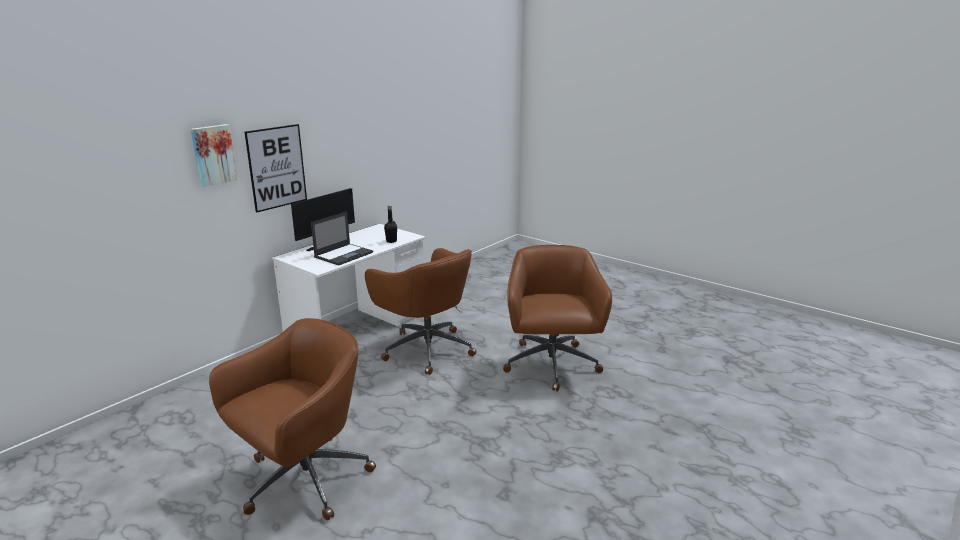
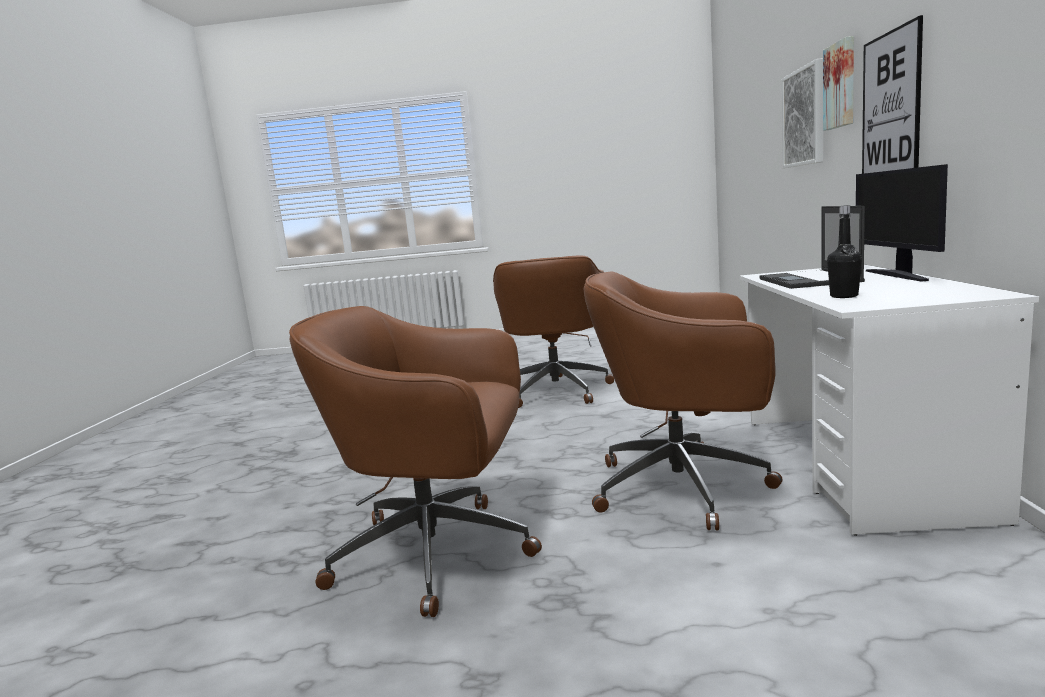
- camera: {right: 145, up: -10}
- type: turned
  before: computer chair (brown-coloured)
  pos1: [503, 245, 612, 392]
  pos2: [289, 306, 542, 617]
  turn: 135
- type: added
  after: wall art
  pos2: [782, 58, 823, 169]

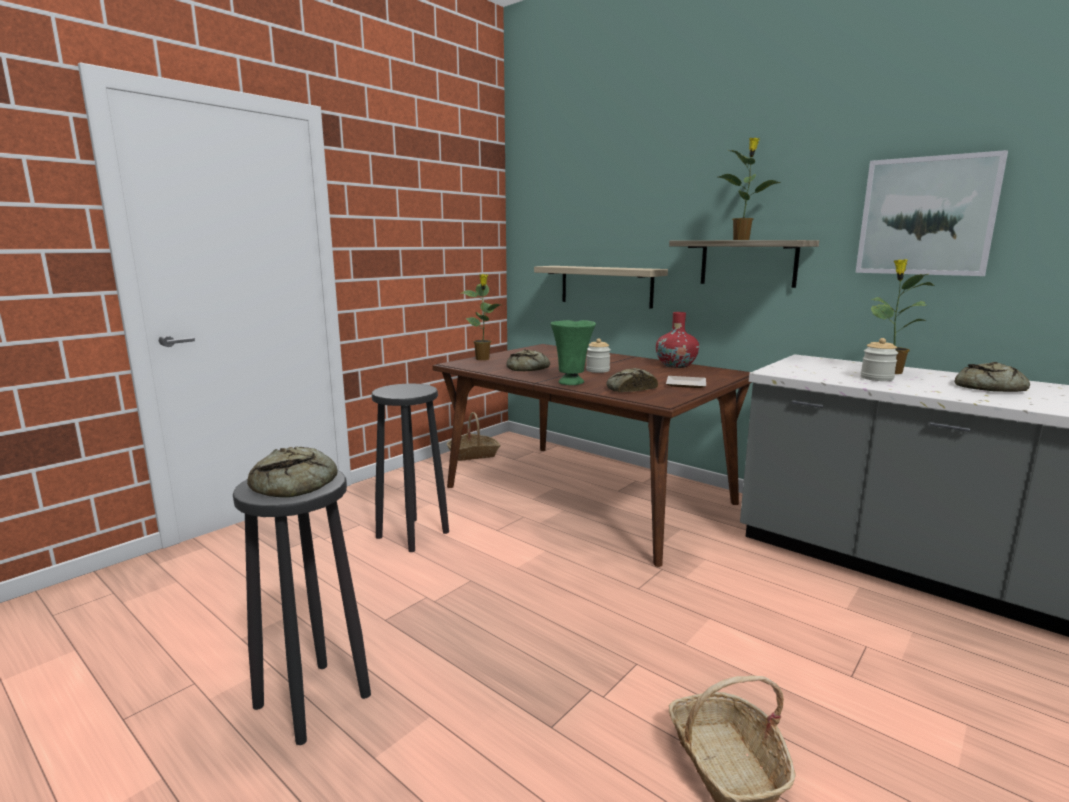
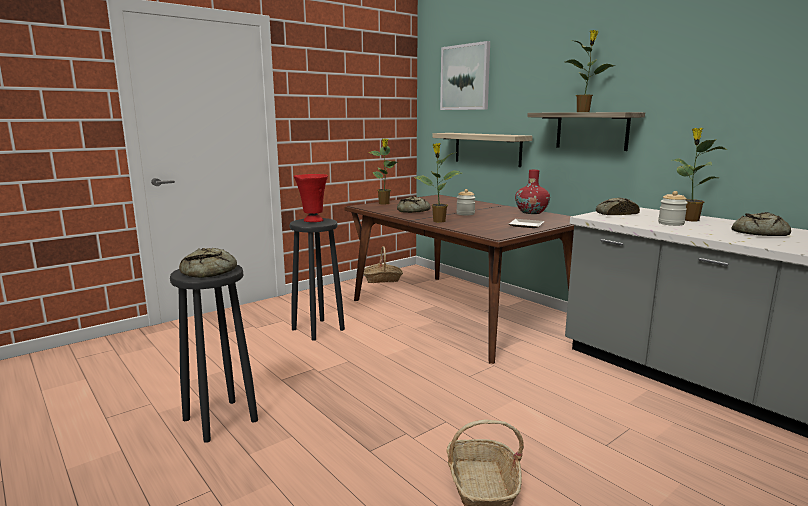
- camera: {right: 10, up: 0}
- type: moved
  before: wall art
  pos1: [855, 150, 1008, 276]
  pos2: [440, 41, 490, 110]
- type: replaced
  before: vase (greenish)
  after: plant in a pot
  pos1: [550, 320, 596, 385]
  pos2: [413, 143, 462, 223]
- type: moved
  before: baked bread
  pos1: [606, 368, 658, 392]
  pos2: [596, 198, 640, 215]
- type: added
  after: vase (red-coloured)
  pos2: [294, 174, 328, 222]

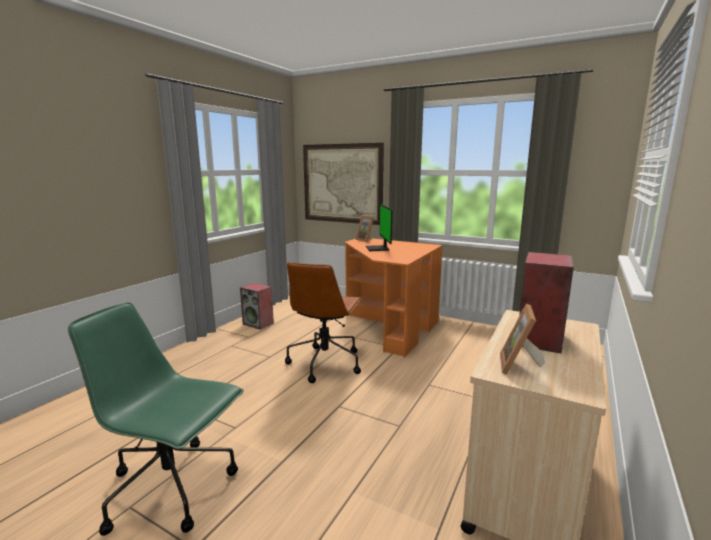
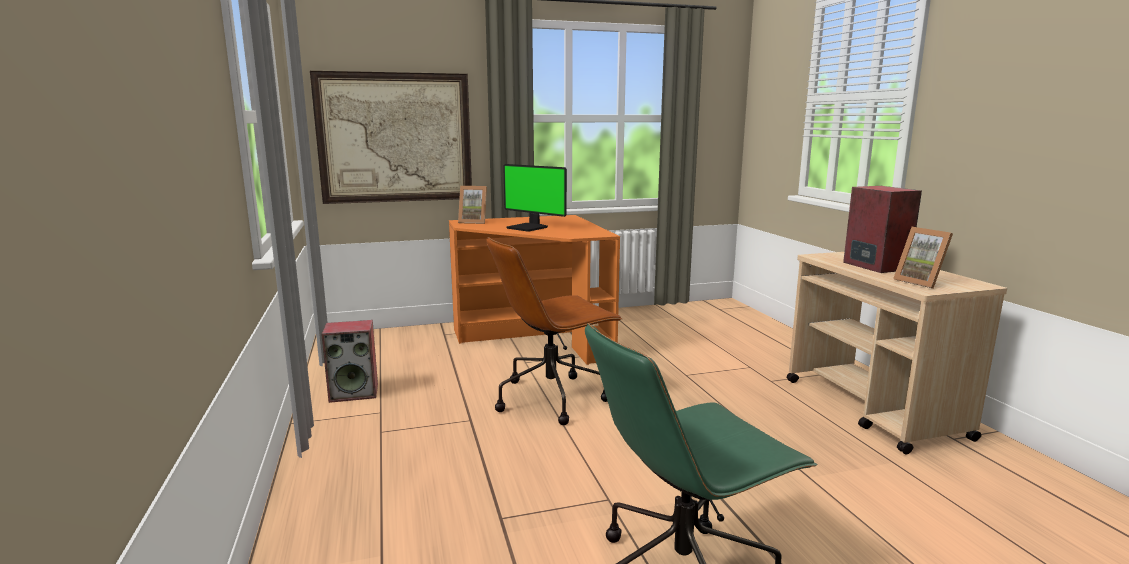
- camera: {right: -45, up: 0}
- type: turned
  before: computer chair (brown-coloured)
  pos1: [285, 262, 362, 383]
  pos2: [486, 237, 623, 425]
  turn: 90

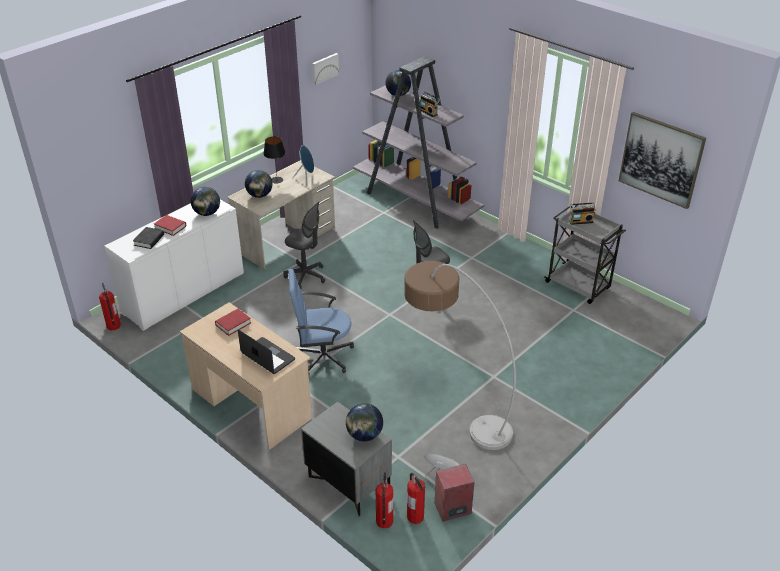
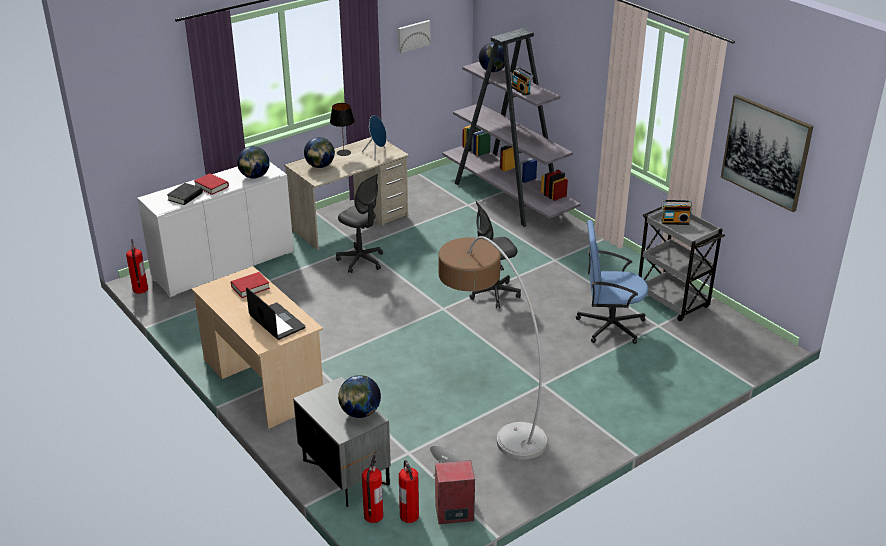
- camera: {right: 10, up: -5}
- type: moved
  before: computer chair (bluish)
  pos1: [288, 269, 354, 374]
  pos2: [576, 220, 648, 344]

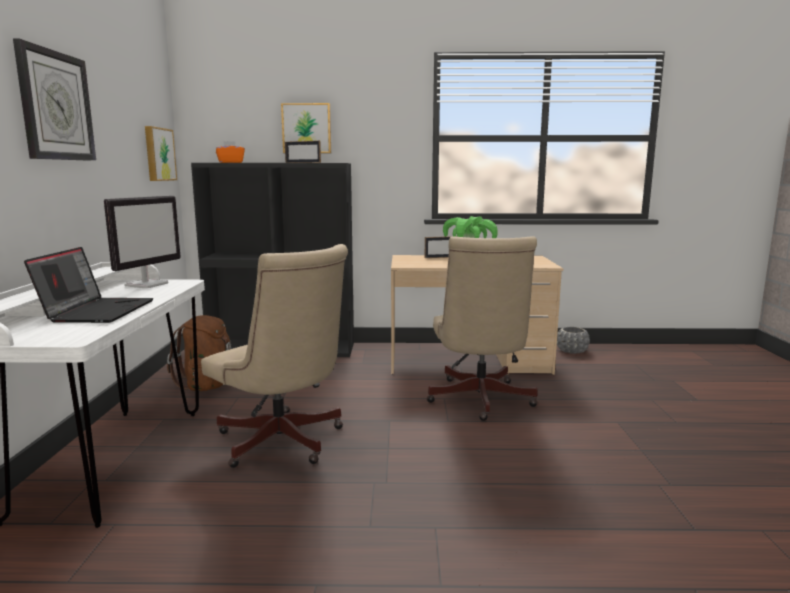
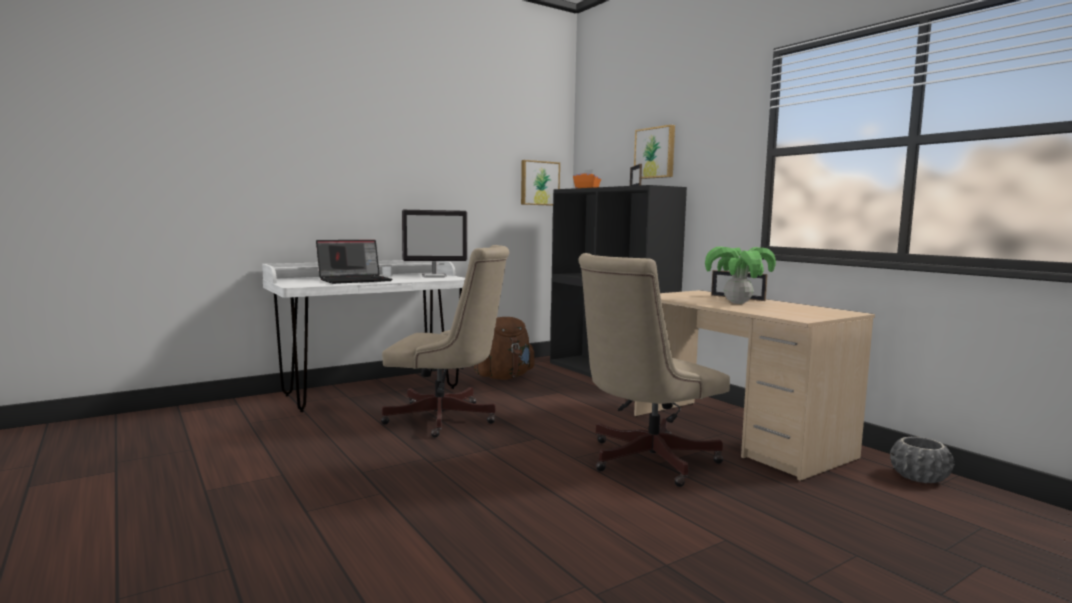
- camera: {right: 55, up: -5}
- type: removed
  before: clock on the wall
  pos1: [13, 39, 96, 161]
- type: turned
  before: computer chair (beige-coloured)
  pos1: [201, 244, 348, 468]
  pos2: [381, 245, 509, 438]
  turn: -90

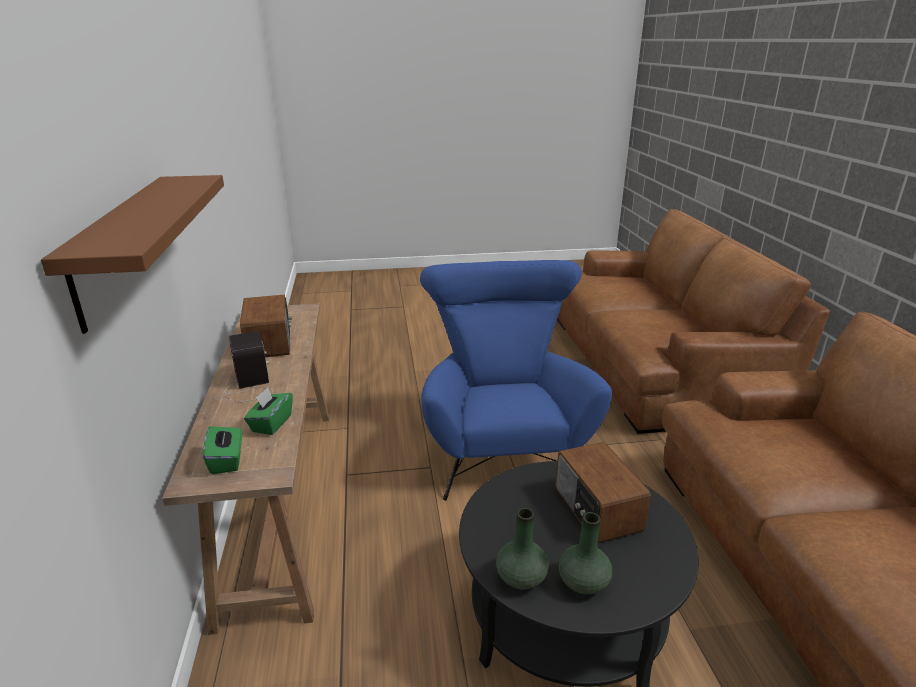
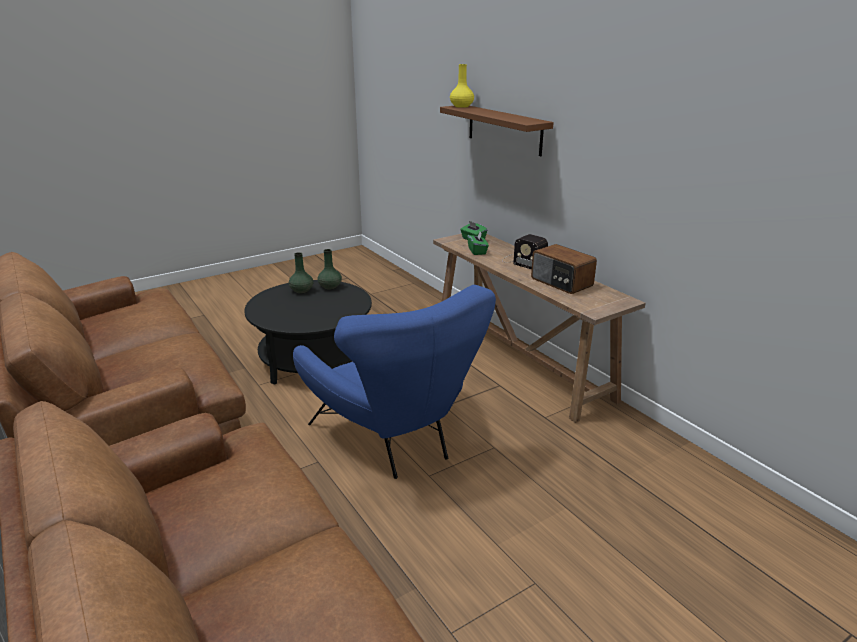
- camera: {right: 155, up: 0}
- type: removed
  before: radio receiver
  pos1: [555, 442, 651, 543]
- type: added
  after: vase (yellowish)
  pos2: [450, 64, 474, 108]

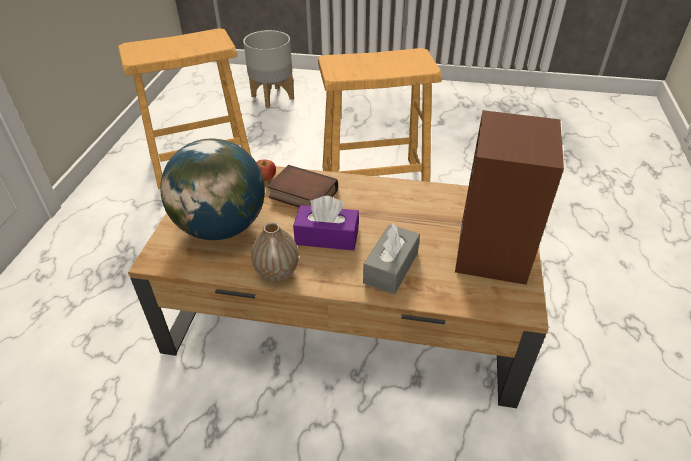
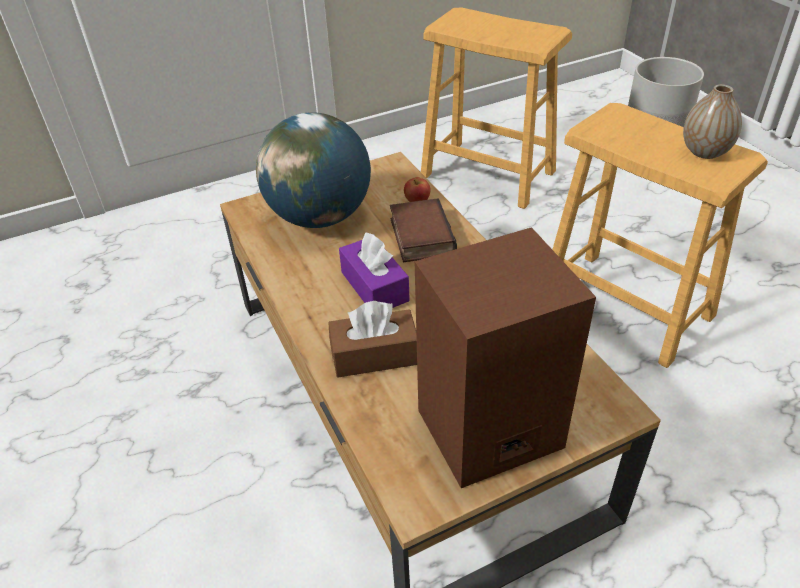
- camera: {right: 55, up: 0}
- type: moved
  before: vase
  pos1: [251, 222, 299, 281]
  pos2: [683, 84, 742, 159]
- type: recoloured
  before: tissue box (grey)
  after: tissue box (brown-coloured)
  pos1: [363, 223, 420, 294]
  pos2: [328, 301, 417, 377]

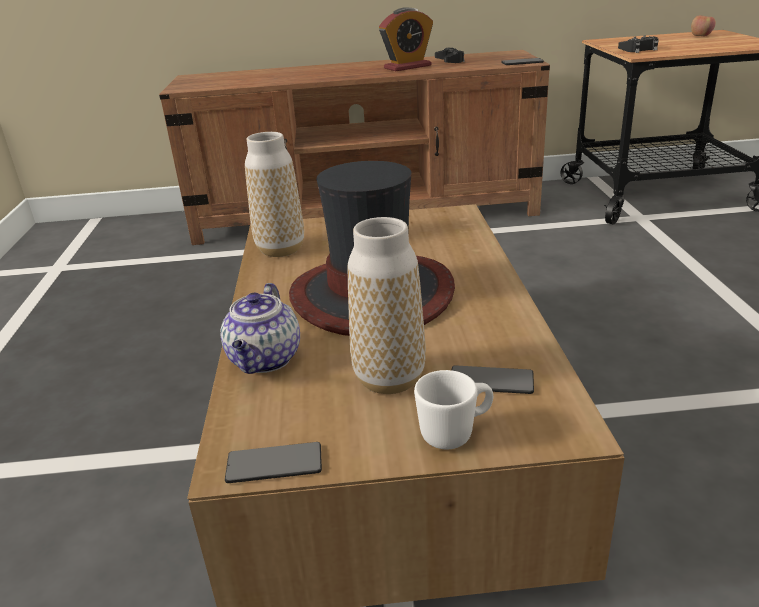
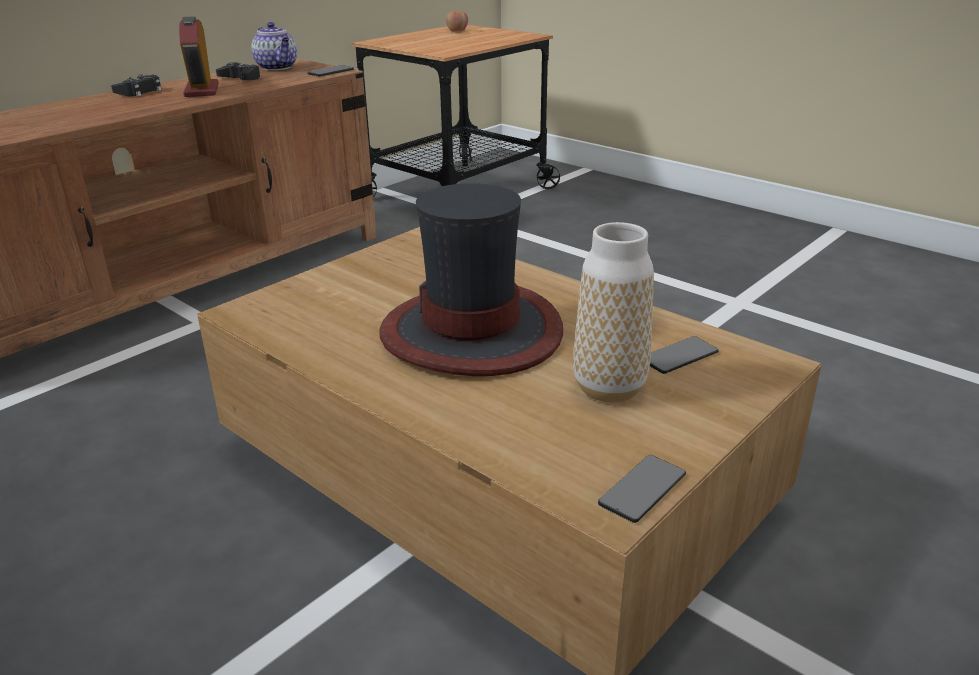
- camera: {right: -45, up: 0}
- type: turned
  before: alarm clock
  pos1: [379, 7, 433, 71]
  pos2: [179, 16, 219, 97]
  turn: 150
- type: moved
  before: gamepad (black-coloured)
  pos1: [618, 35, 659, 53]
  pos2: [111, 74, 162, 97]
- type: removed
  before: vase
  pos1: [245, 132, 304, 257]
- type: moved
  before: tea pot
  pos1: [220, 283, 300, 374]
  pos2: [251, 22, 297, 70]
- type: removed
  before: mug (white)
  pos1: [414, 370, 493, 449]

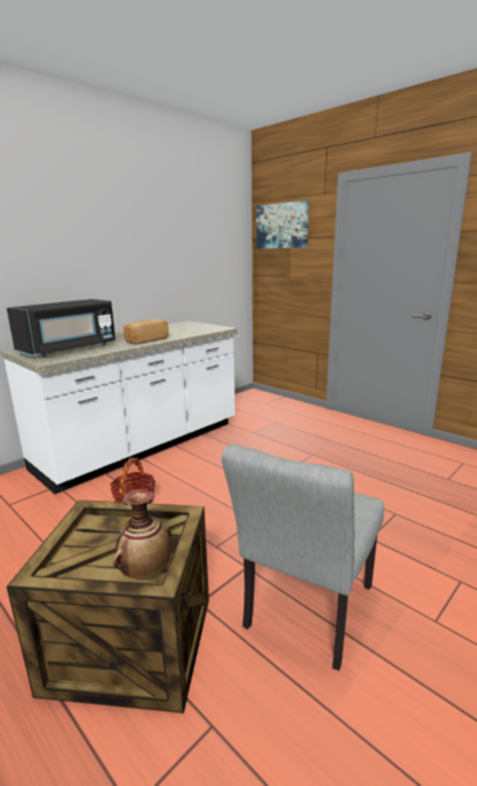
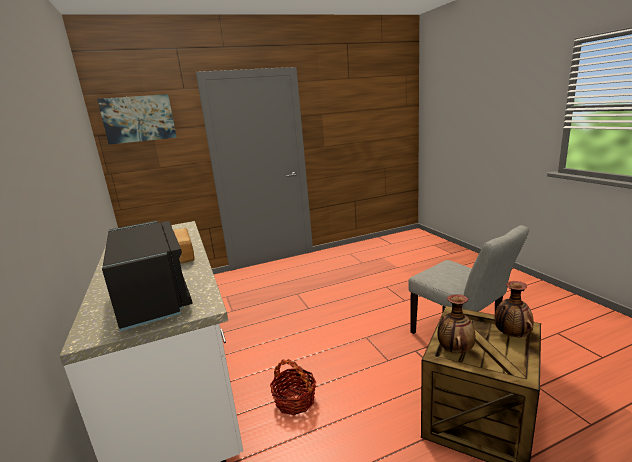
- camera: {right: -65, up: 0}
- type: added
  after: vase
  pos2: [438, 294, 476, 353]

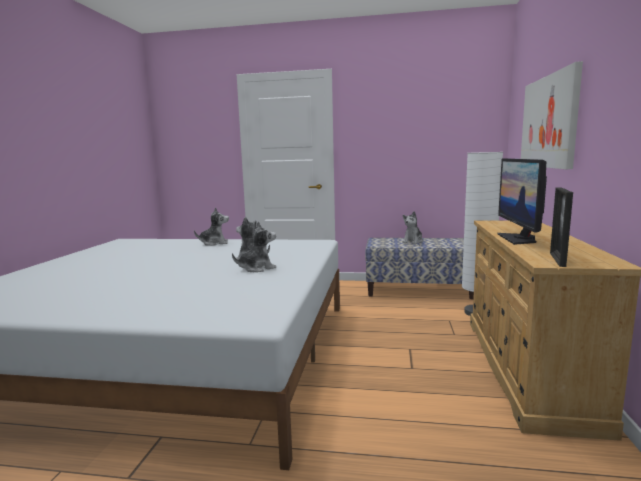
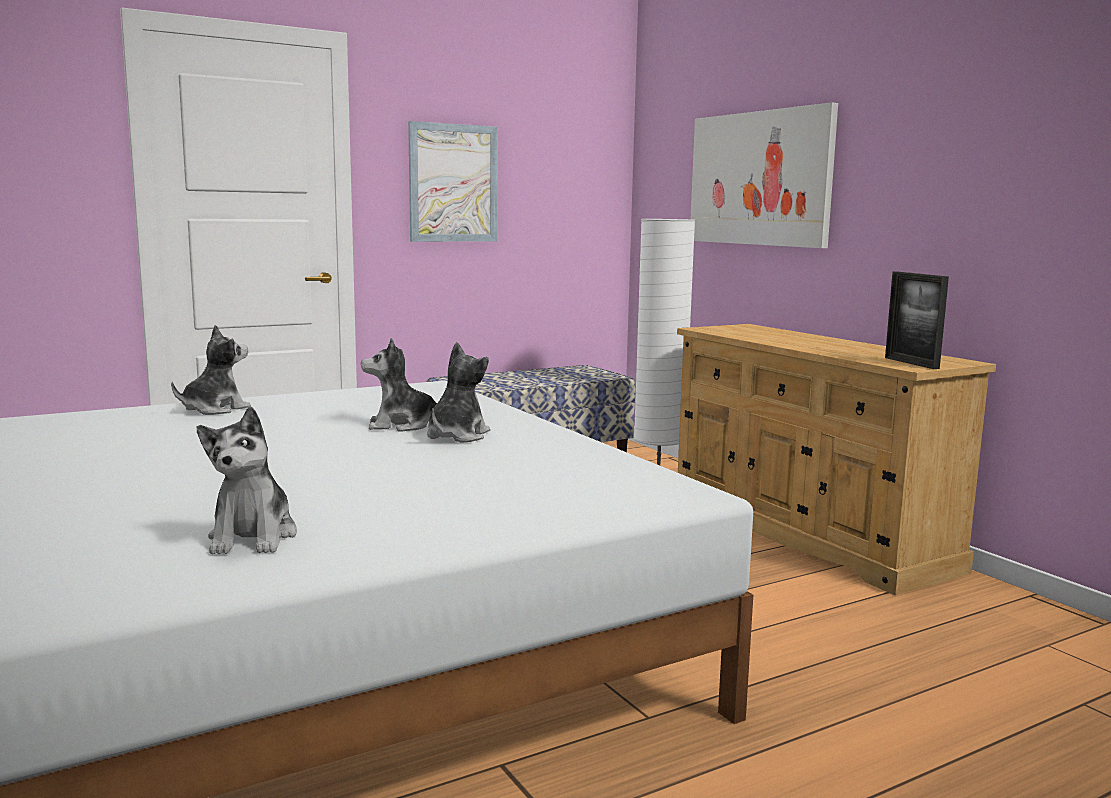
- camera: {right: -40, up: 0}
- type: removed
  before: computer screen
  pos1: [497, 158, 547, 245]
- type: moved
  before: plush toy
  pos1: [402, 211, 423, 244]
  pos2: [197, 407, 297, 554]
- type: added
  after: wall art
  pos2: [408, 121, 498, 242]

